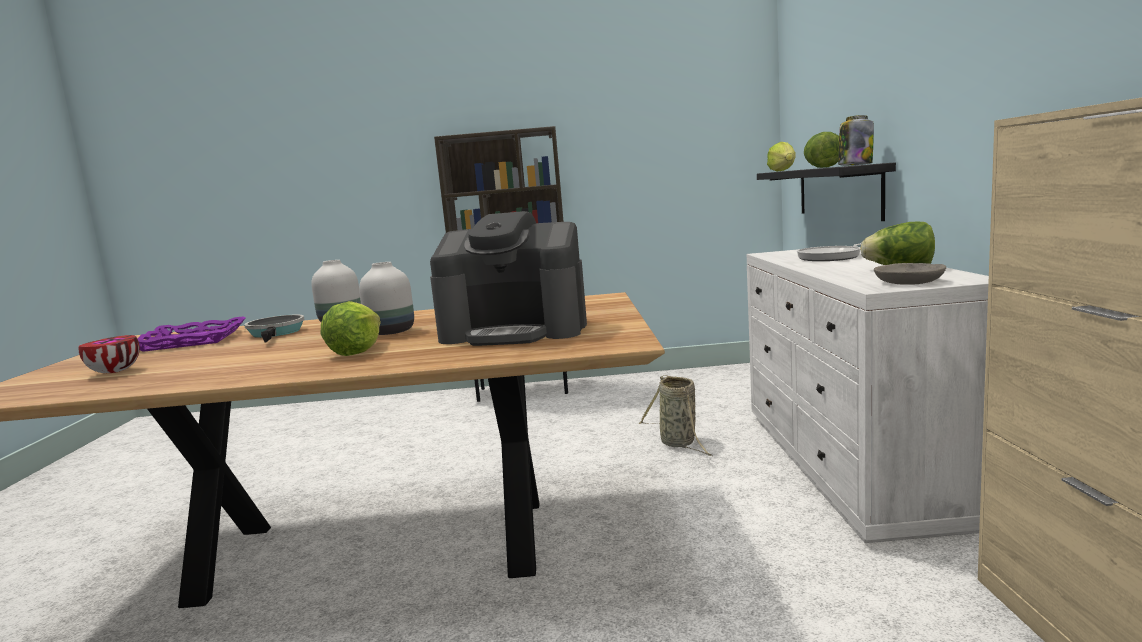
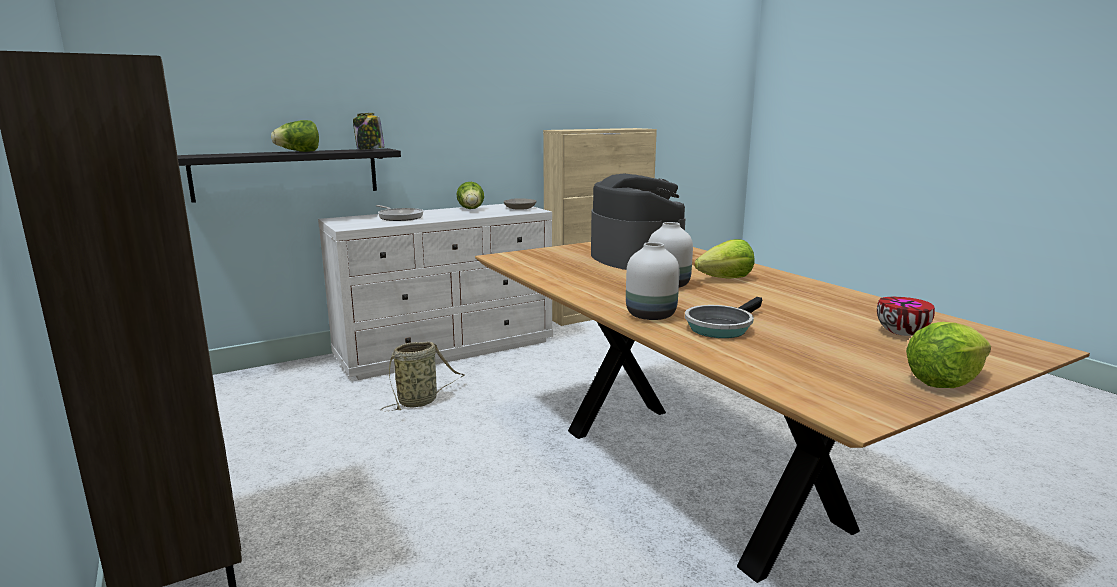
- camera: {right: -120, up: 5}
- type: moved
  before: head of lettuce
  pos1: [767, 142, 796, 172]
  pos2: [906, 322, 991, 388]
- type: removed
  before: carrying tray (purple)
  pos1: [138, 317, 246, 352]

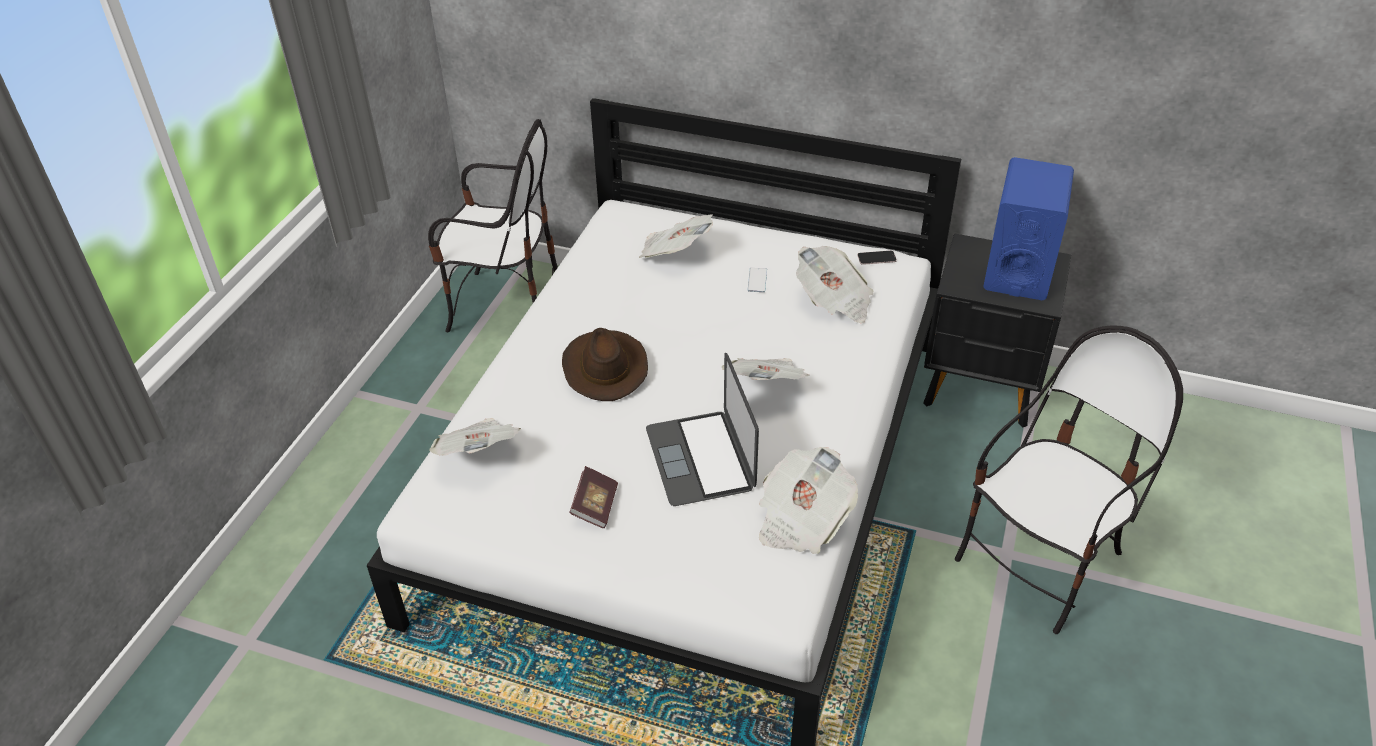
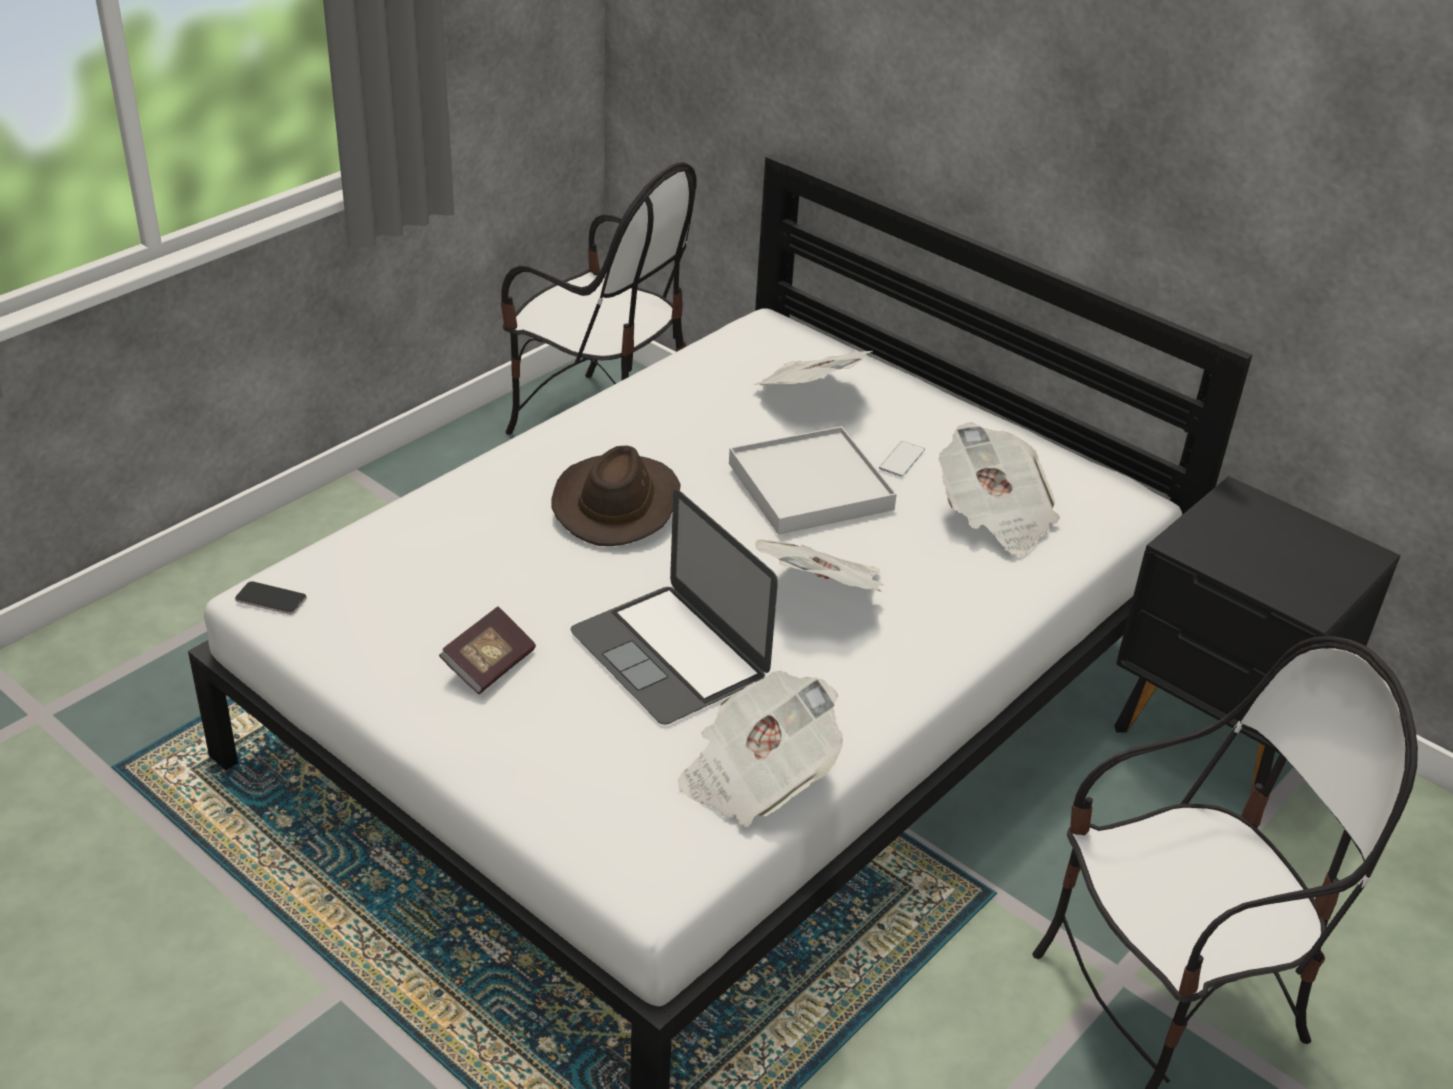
- camera: {right: 20, up: -5}
- type: removed
  before: speaker (bluish)
  pos1: [983, 157, 1074, 300]
- type: moved
  before: handset
  pos1: [857, 250, 897, 265]
  pos2: [235, 581, 307, 615]
- type: turned
  before: laptop
  pos1: [646, 353, 759, 506]
  pos2: [570, 490, 778, 725]
  turn: -45
- type: removed
  before: newspaper
  pos1: [429, 418, 521, 456]
- type: added
  after: carrying tray (white)
  pos2: [729, 426, 897, 535]

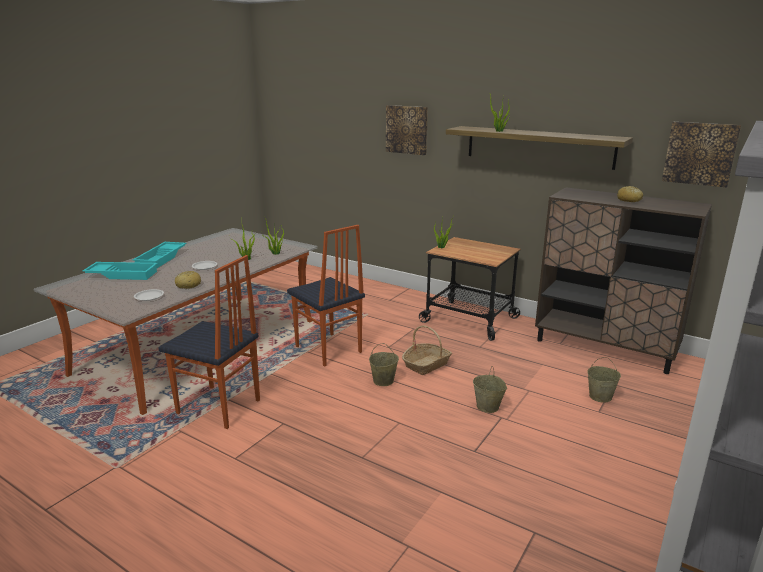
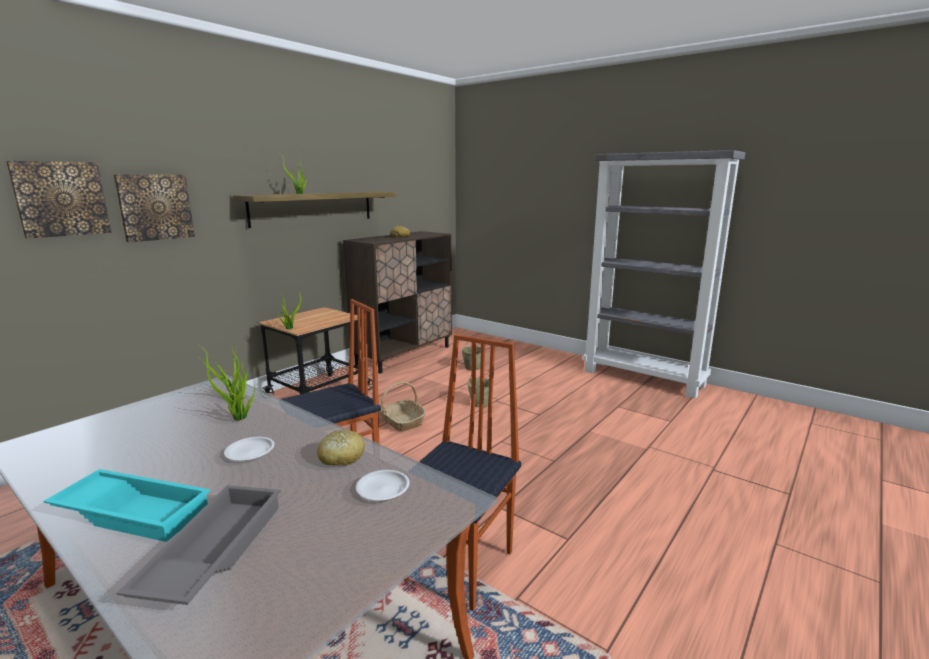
- camera: {right: -85, up: -5}
- type: moved
  before: wall art
  pos1: [662, 122, 741, 187]
  pos2: [6, 161, 111, 239]
- type: recoloured
  before: carrying tray (turquoise)
  after: carrying tray (grey)
  pos1: [83, 262, 158, 280]
  pos2: [116, 485, 281, 605]
- type: removed
  before: bucket (beige-coloured)
  pos1: [369, 343, 399, 386]

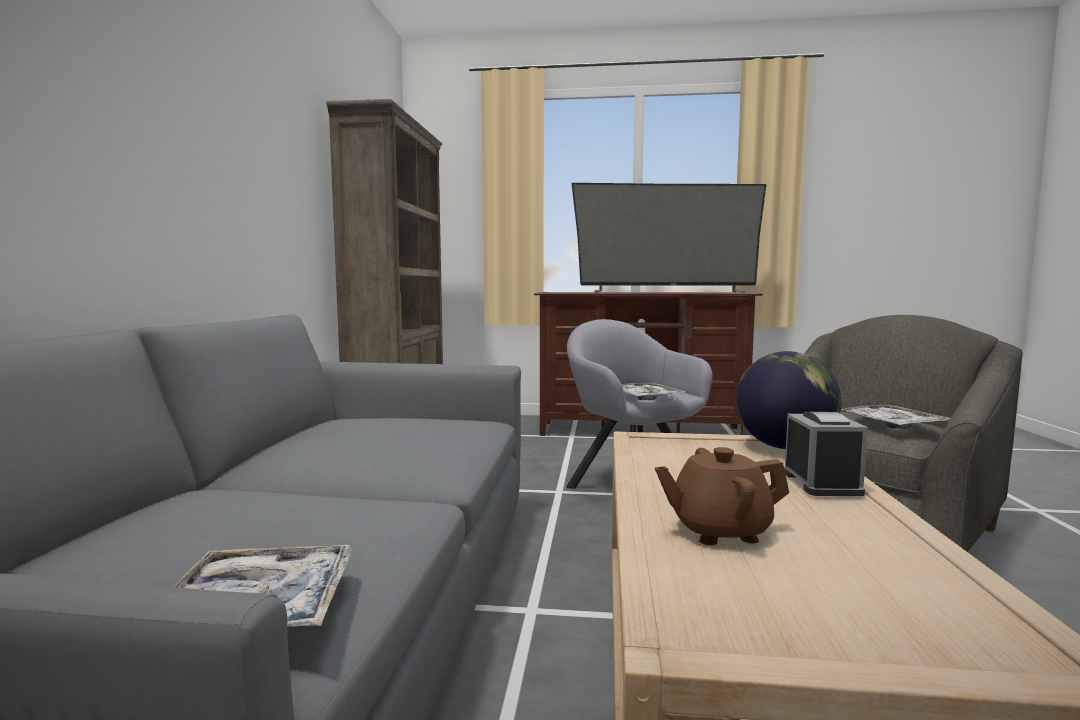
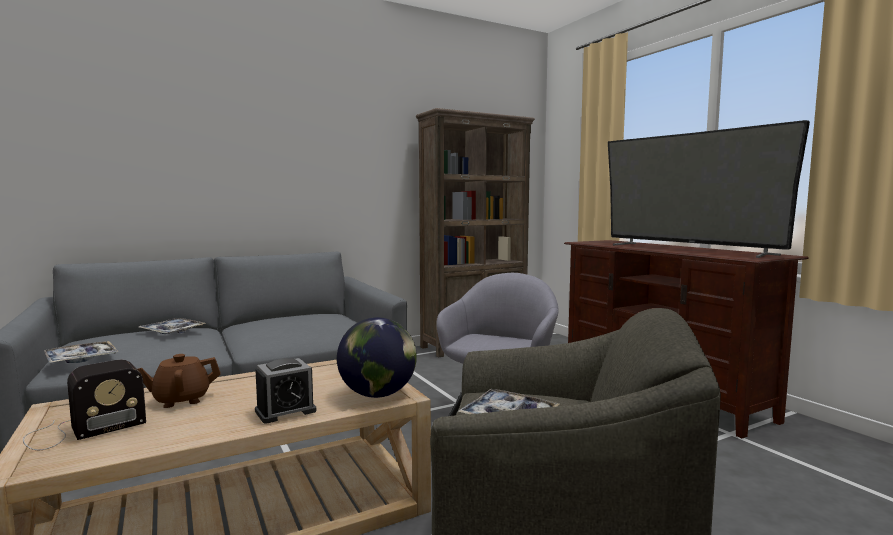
- camera: {right: 55, up: 0}
- type: moved
  before: carrying tray
  pos1: [622, 383, 686, 400]
  pos2: [139, 318, 206, 334]
- type: turned
  before: tea pot (brown-coloured)
  pos1: [655, 447, 789, 545]
  pos2: [137, 354, 221, 408]
  turn: -75
- type: added
  after: radio receiver
  pos2: [23, 359, 146, 450]

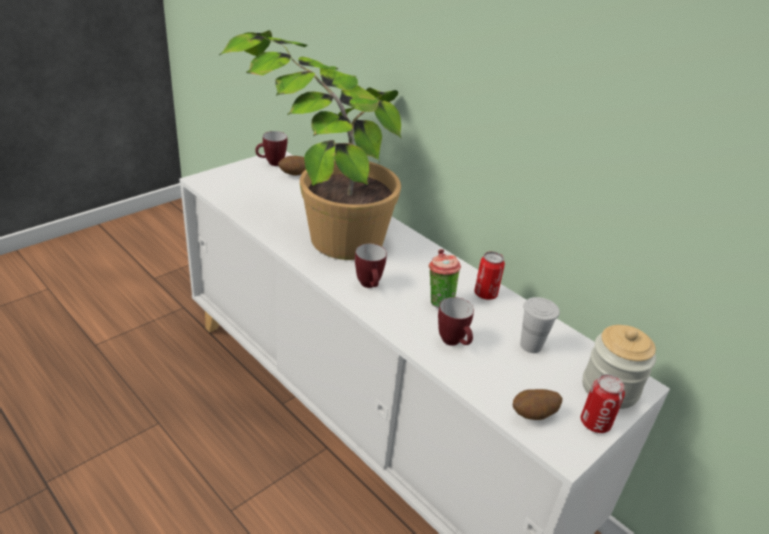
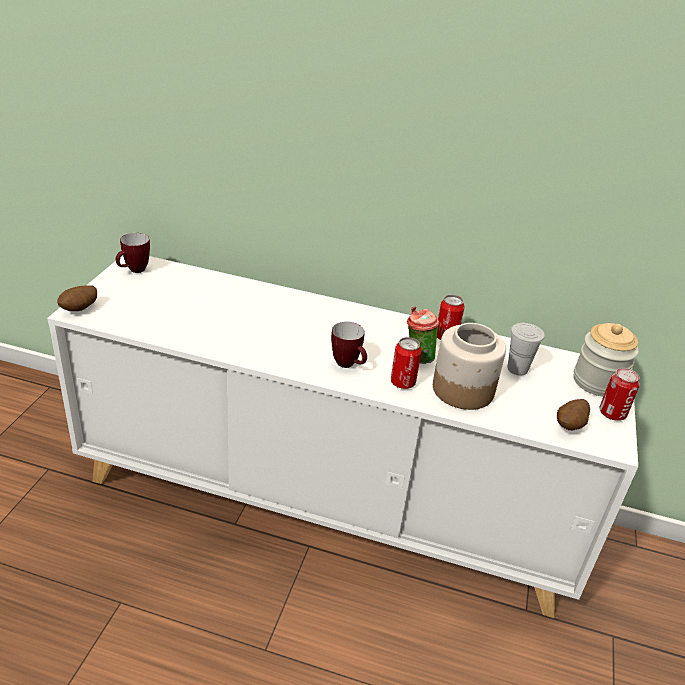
- camera: {right: -30, up: 0}
- type: removed
  before: plant in a pot
  pos1: [219, 30, 401, 260]
- type: moved
  before: potato
  pos1: [278, 156, 306, 176]
  pos2: [57, 285, 97, 311]
- type: replaced
  before: mug
  after: jar
  pos1: [438, 297, 474, 346]
  pos2: [433, 323, 506, 410]
- type: added
  after: metal can
  pos2: [391, 337, 422, 389]

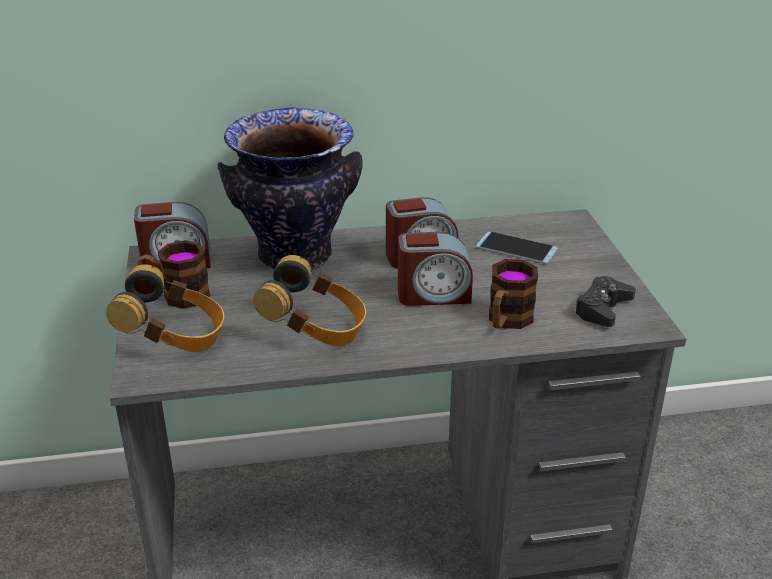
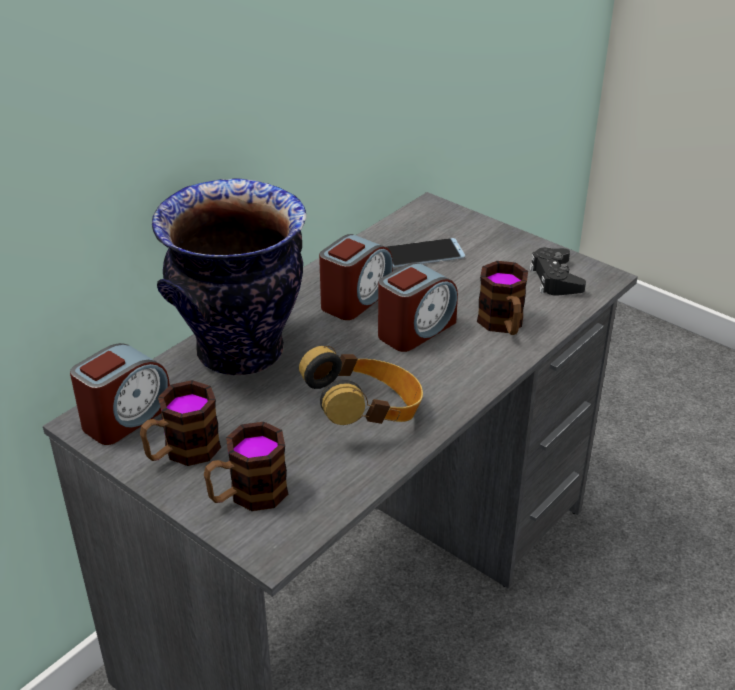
- camera: {right: -40, up: 5}
- type: replaced
  before: headset
  after: mug
  pos1: [106, 264, 225, 352]
  pos2: [204, 422, 288, 511]

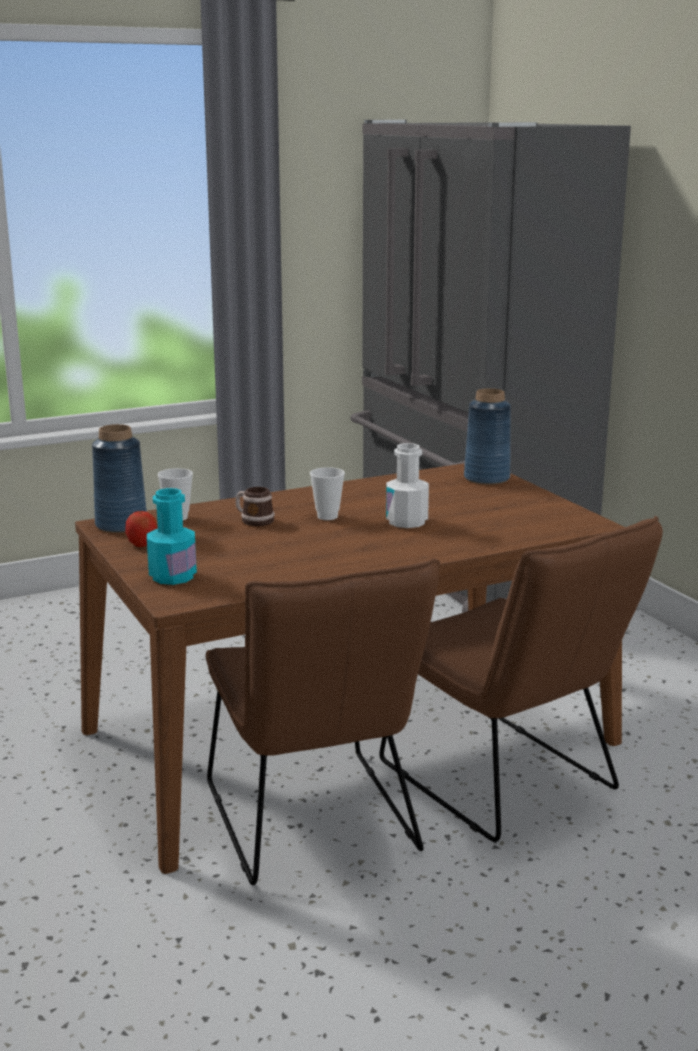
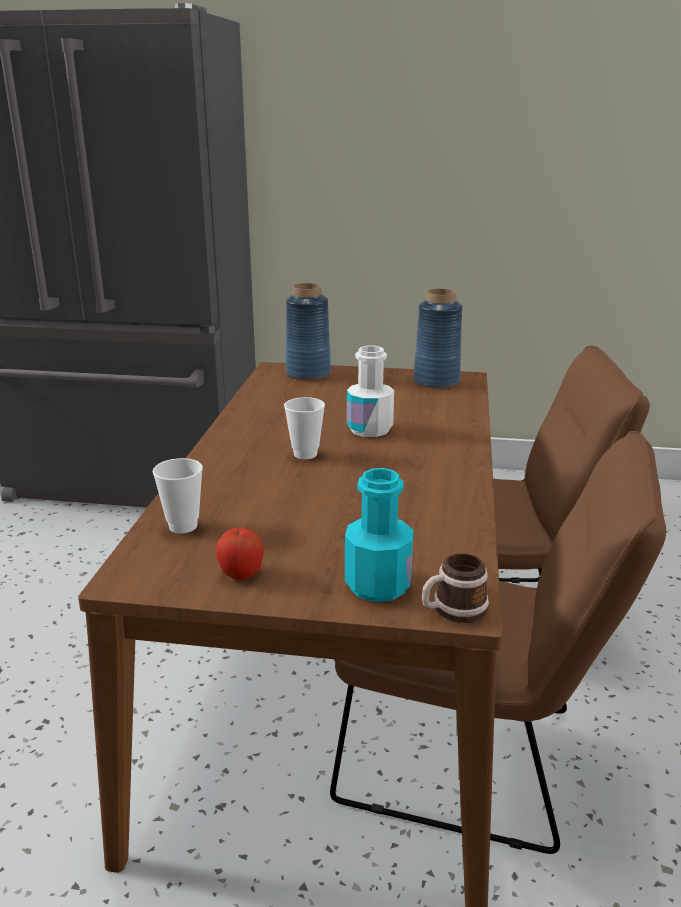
- camera: {right: -55, up: 5}
- type: moved
  before: vase (bluish)
  pos1: [92, 424, 147, 533]
  pos2: [413, 289, 462, 389]
- type: moved
  before: mug
  pos1: [236, 487, 275, 526]
  pos2: [422, 553, 489, 623]

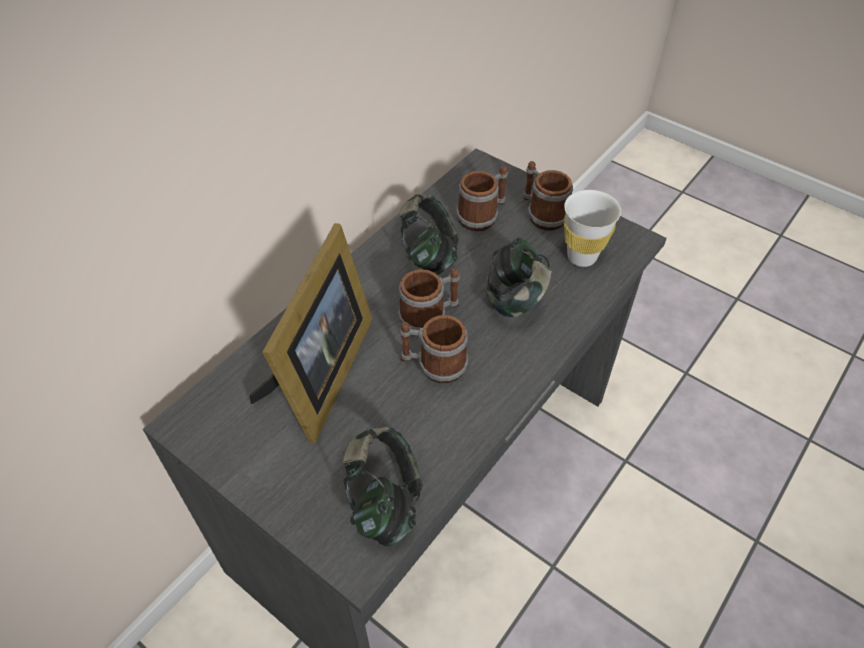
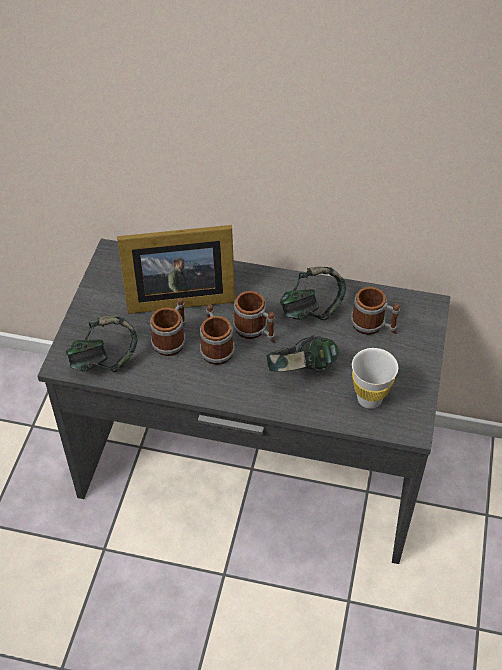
- camera: {right: 65, up: 0}
- type: moved
  before: mug
  pos1: [523, 161, 573, 231]
  pos2: [150, 298, 186, 356]

